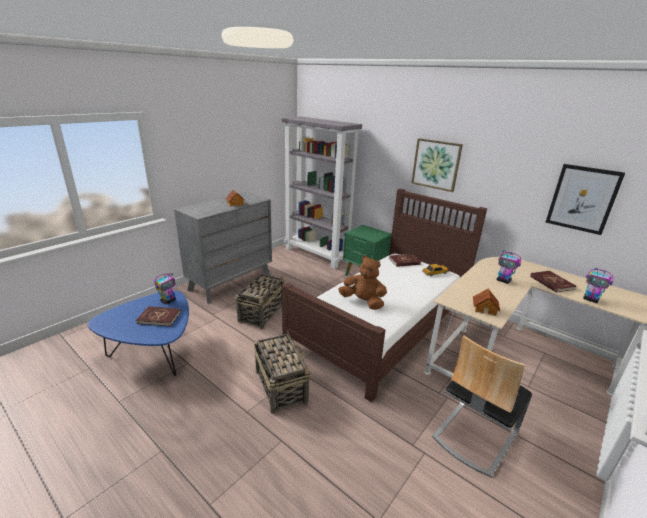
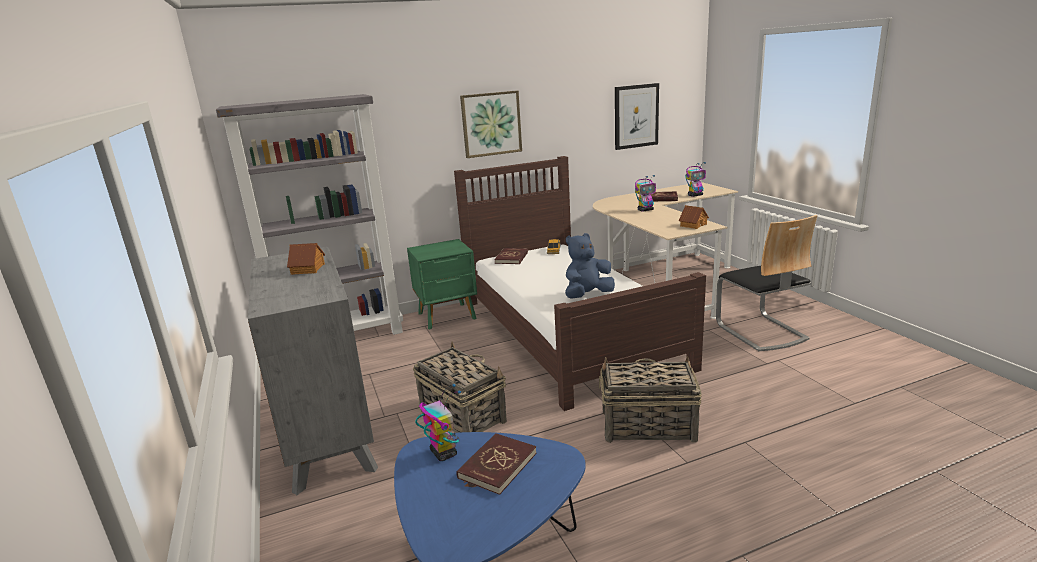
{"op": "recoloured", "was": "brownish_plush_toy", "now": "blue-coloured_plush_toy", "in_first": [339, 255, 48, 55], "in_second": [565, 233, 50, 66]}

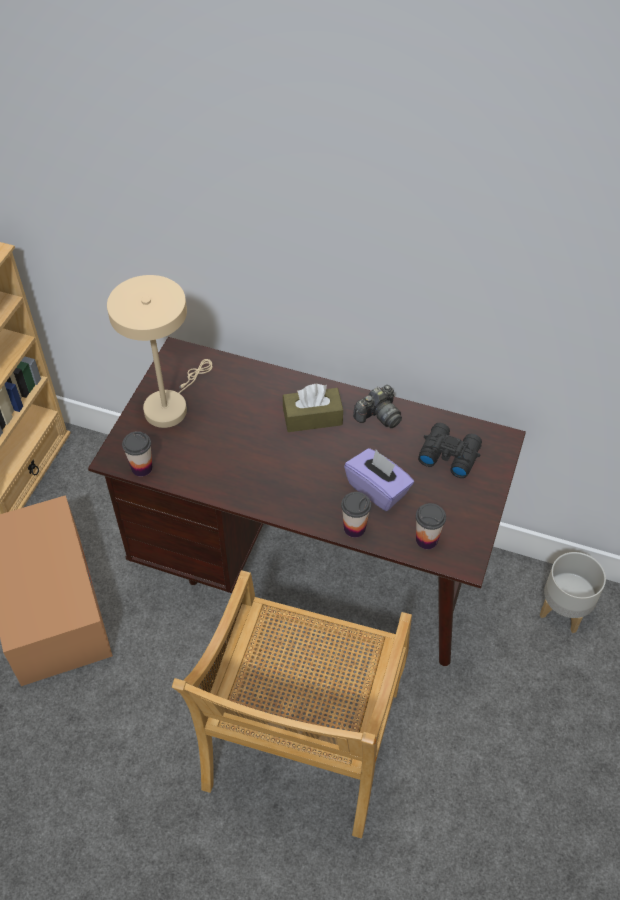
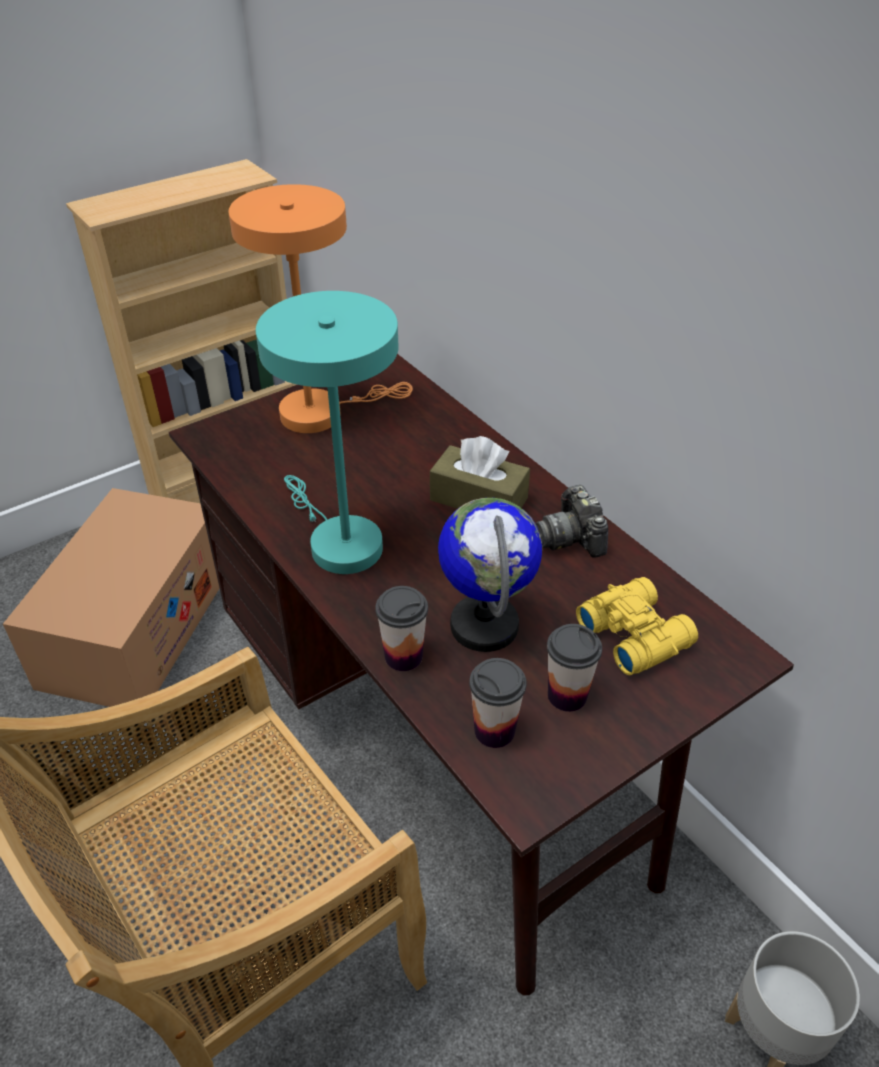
{"op": "recoloured", "was": "beige_table_lamp", "now": "orange-coloured_table_lamp", "in_first": [107, 275, 105, 153], "in_second": [229, 184, 184, 249]}
{"op": "turned", "was": "still_camera", "in_first": [353, 385, 49, 43], "in_second": [536, 485, 72, 72], "clockwise": 75}
{"op": "recoloured", "was": "black-coloured_binoculars", "now": "yellowish_binoculars", "in_first": [418, 423, 64, 55], "in_second": [576, 577, 122, 98]}
{"op": "moved", "was": "drinking_cup", "in_first": [122, 431, 30, 46], "in_second": [547, 624, 55, 88]}
{"op": "replaced", "was": "purple_box_of_tissues", "now": "world_globe", "in_first": [344, 448, 70, 63], "in_second": [438, 498, 104, 154]}
{"op": "added", "now": "blue-green_table_lamp", "in_second": [256, 291, 142, 283]}

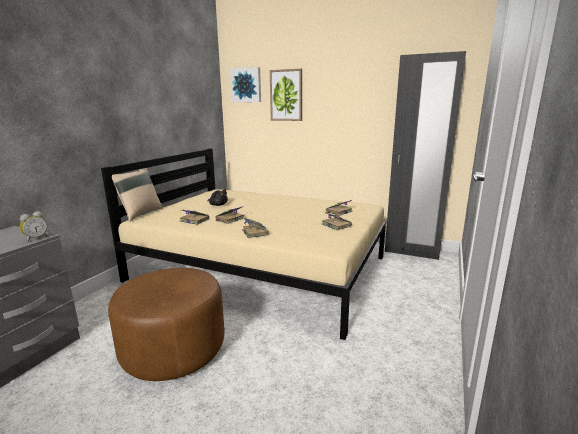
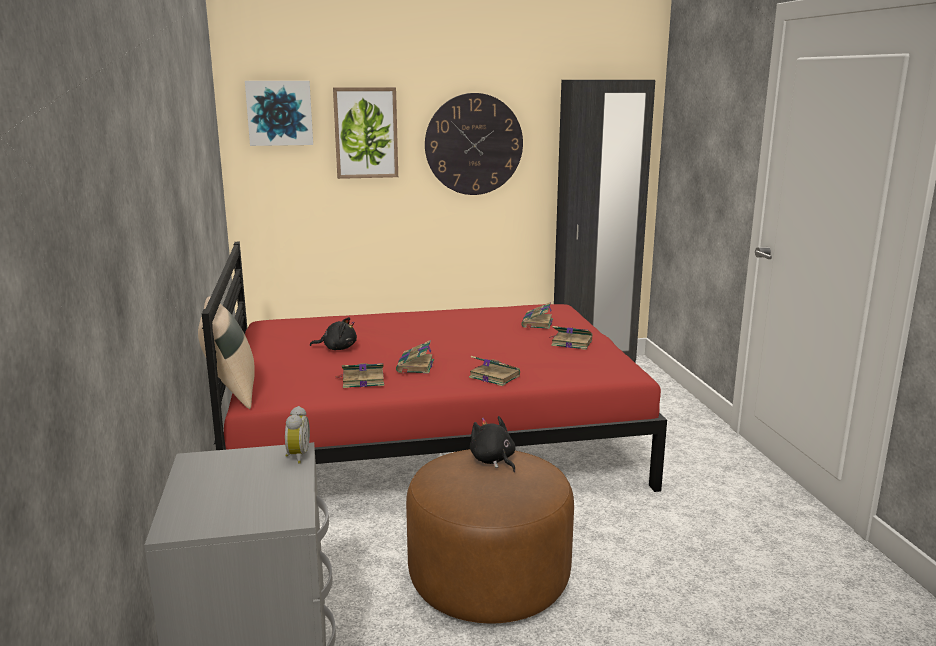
{"op": "recoloured", "was": "beige_bed", "now": "red_bed", "in_first": [101, 148, 285, 192], "in_second": [202, 242, 465, 250]}
{"op": "added", "now": "wall_clock", "in_second": [425, 93, 98, 102]}
{"op": "added", "now": "black-coloured_plush_toy", "in_second": [470, 416, 46, 56]}

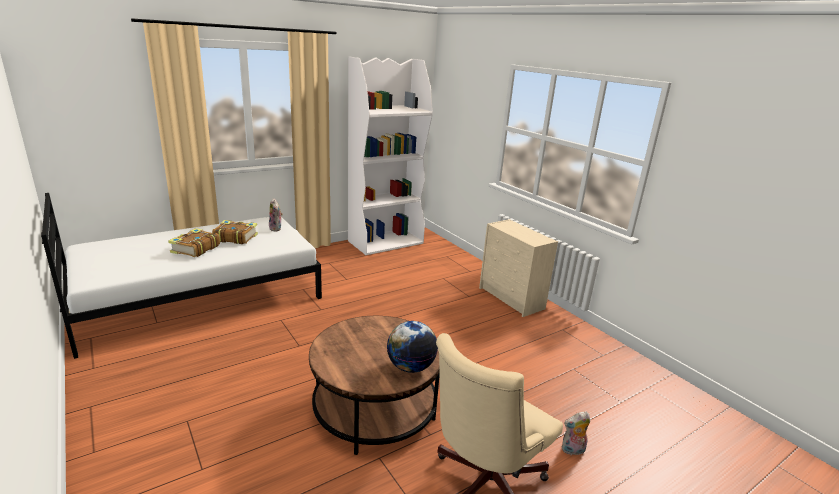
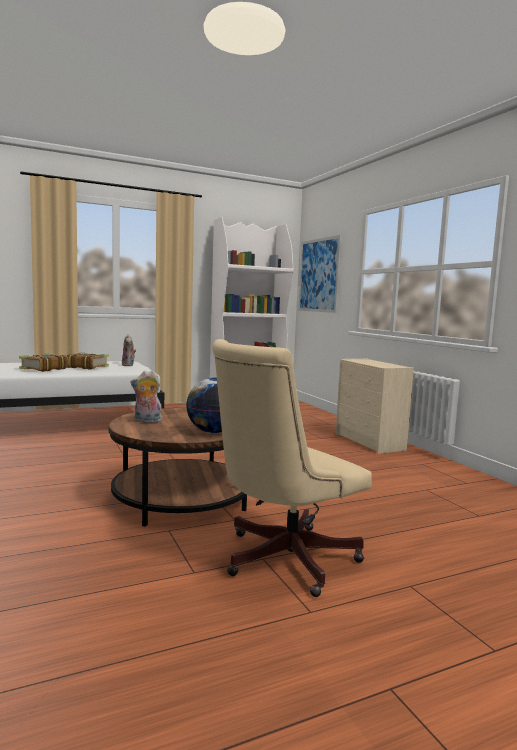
{"op": "moved", "was": "plush_toy", "in_first": [562, 411, 28, 44], "in_second": [130, 371, 32, 52]}
{"op": "added", "now": "wall_picture", "in_second": [298, 235, 43, 78]}

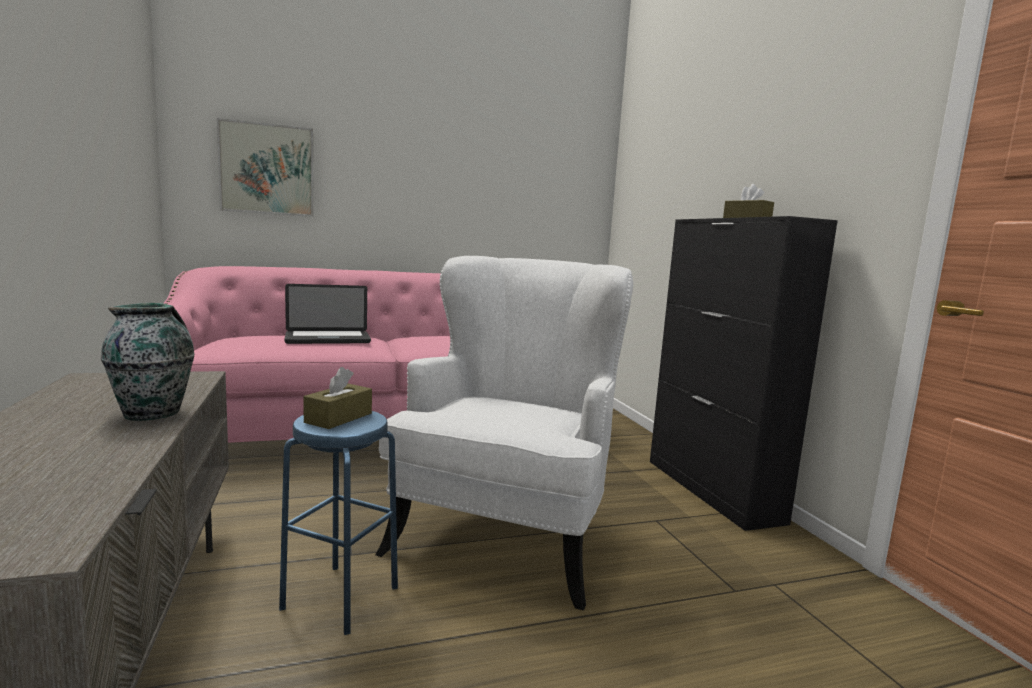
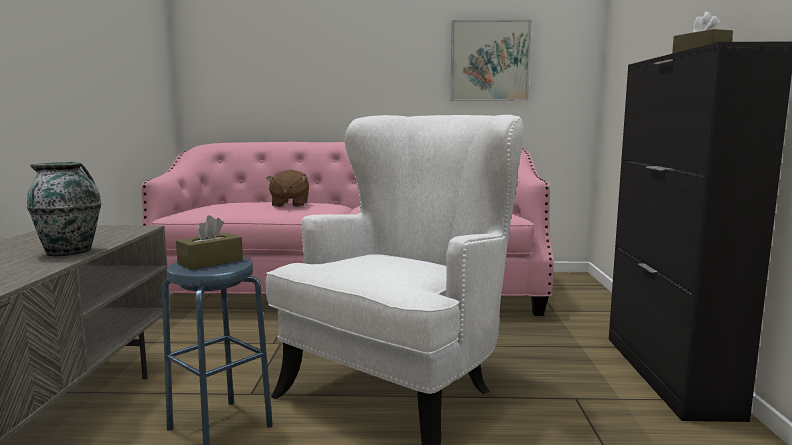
{"op": "moved", "was": "wall_picture", "in_first": [217, 118, 97, 99], "in_second": [450, 20, 82, 81]}
{"op": "replaced", "was": "portable_computer", "now": "brownish_plush_toy", "in_first": [284, 284, 87, 60], "in_second": [266, 169, 43, 38]}

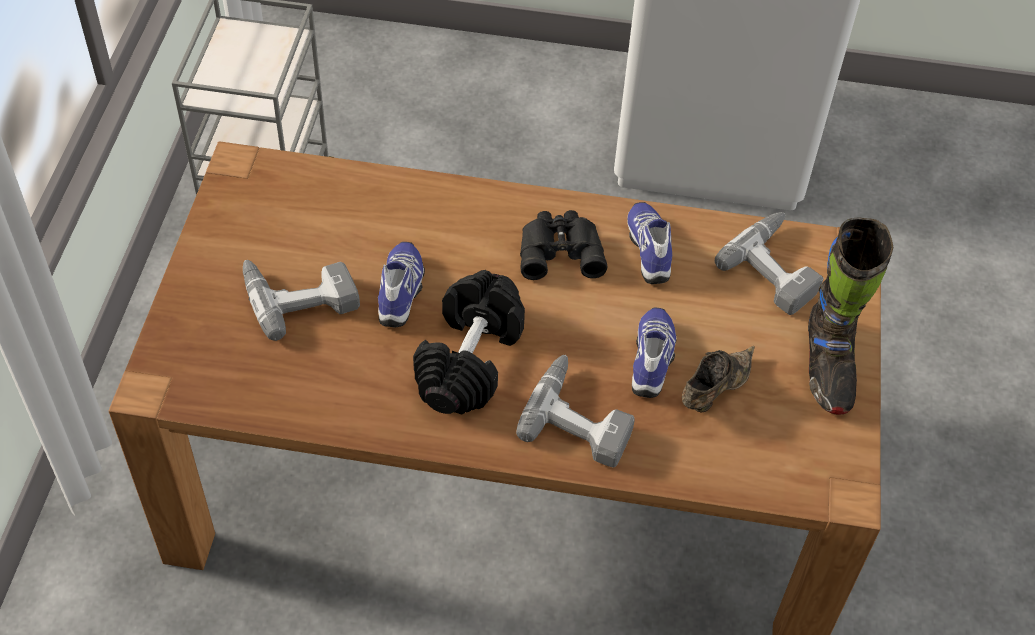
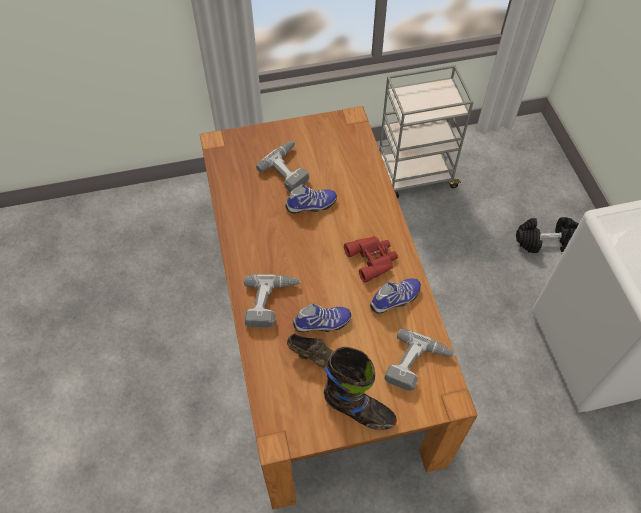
{"op": "recoloured", "was": "black-coloured_binoculars", "now": "red_binoculars", "in_first": [520, 210, 87, 70], "in_second": [344, 236, 54, 47]}
{"op": "turned", "was": "black-coloured_boot", "in_first": [808, 217, 85, 198], "in_second": [324, 347, 73, 83], "clockwise": -135}
{"op": "moved", "was": "black-coloured_dumbbell", "in_first": [413, 270, 112, 144], "in_second": [516, 217, 63, 36]}

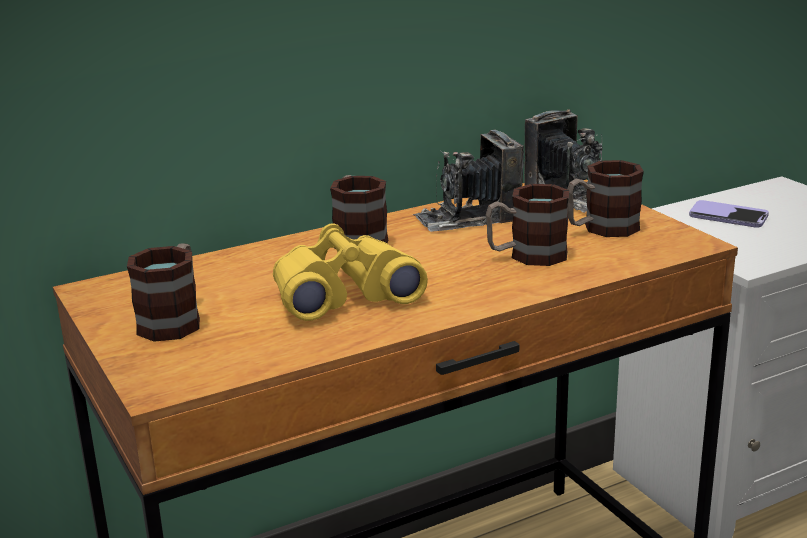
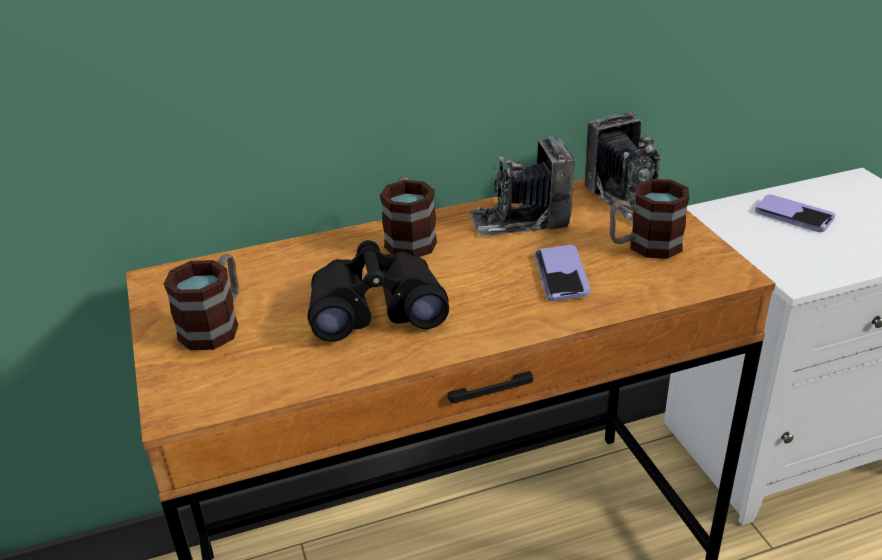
{"op": "replaced", "was": "tea_mug", "now": "telephone", "in_first": [486, 184, 83, 82], "in_second": [535, 245, 56, 56]}
{"op": "recoloured", "was": "yellowish_binoculars", "now": "black-coloured_binoculars", "in_first": [273, 224, 155, 97], "in_second": [308, 240, 141, 102]}

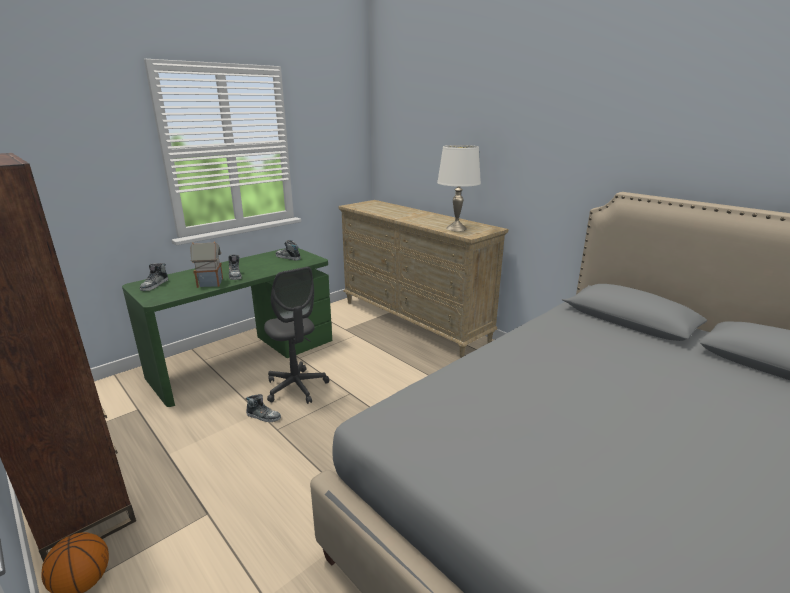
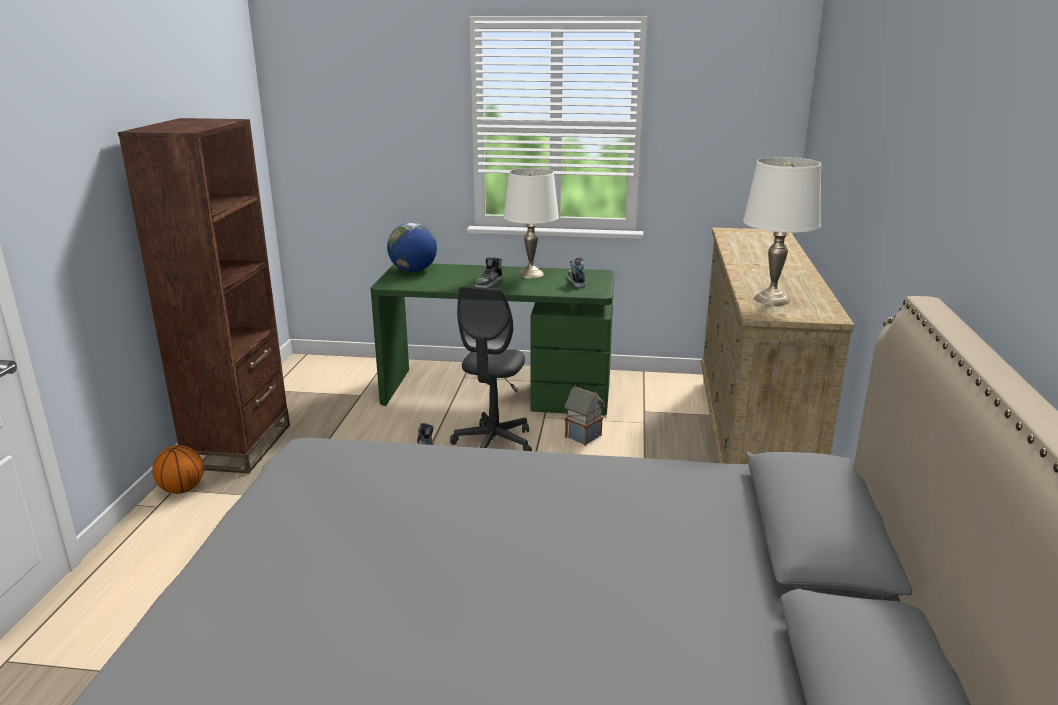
{"op": "moved", "was": "miniature_house", "in_first": [190, 241, 33, 47], "in_second": [564, 385, 41, 61]}
{"op": "replaced", "was": "shoe", "now": "world_globe", "in_first": [140, 263, 28, 28], "in_second": [387, 223, 50, 49]}
{"op": "added", "now": "white_table_lamp", "in_second": [503, 168, 56, 111]}

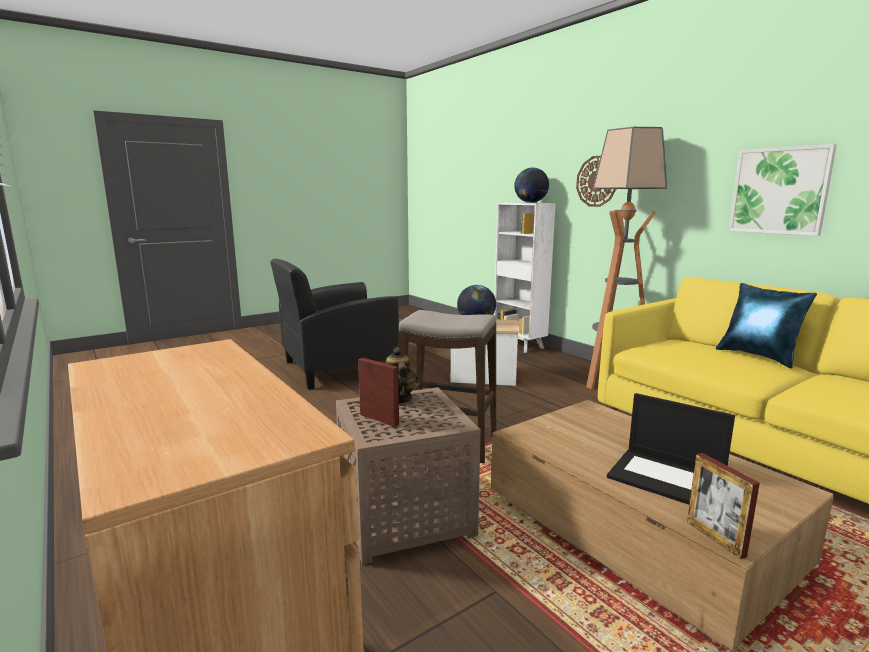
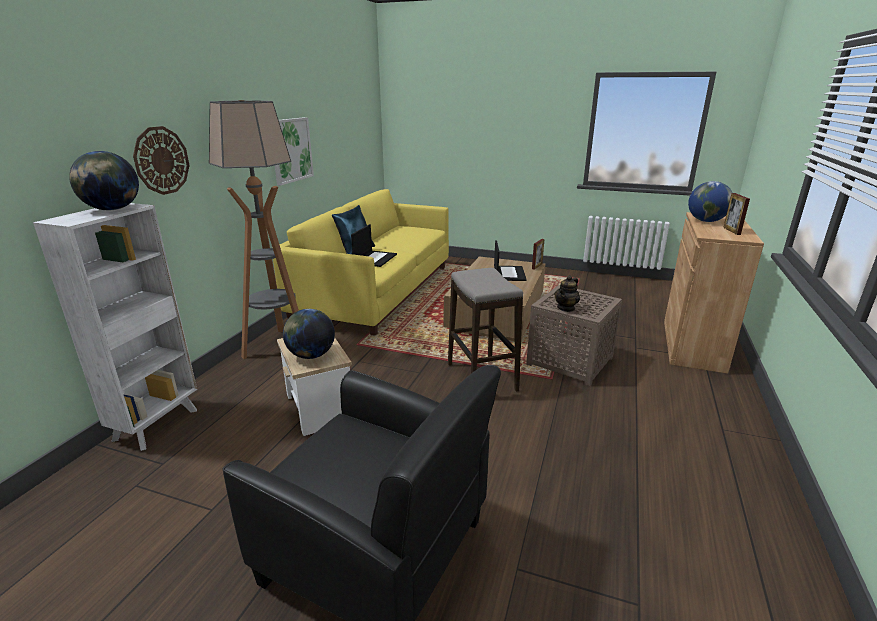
{"op": "moved", "was": "photo_frame", "in_first": [358, 358, 41, 69], "in_second": [723, 193, 27, 42]}
{"op": "added", "now": "world_globe", "in_second": [688, 181, 44, 41]}
{"op": "added", "now": "portable_computer", "in_second": [351, 224, 46, 43]}

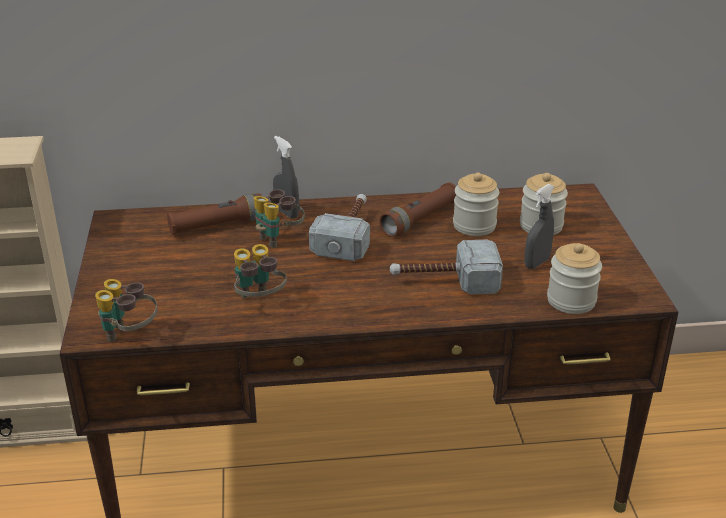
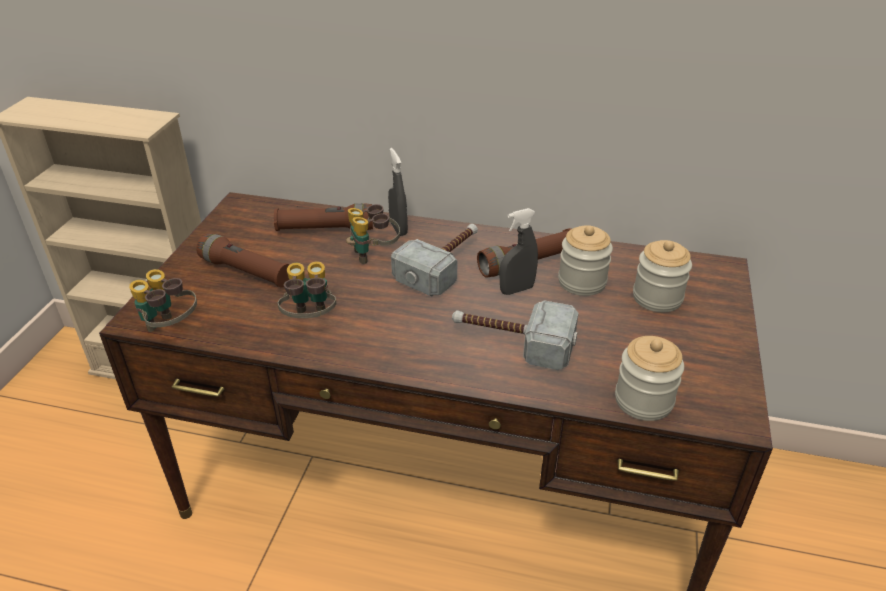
{"op": "moved", "was": "grey_sprayer", "in_first": [524, 184, 30, 85], "in_second": [499, 208, 39, 87]}
{"op": "added", "now": "brownish_flashlight", "in_second": [196, 233, 94, 55]}

